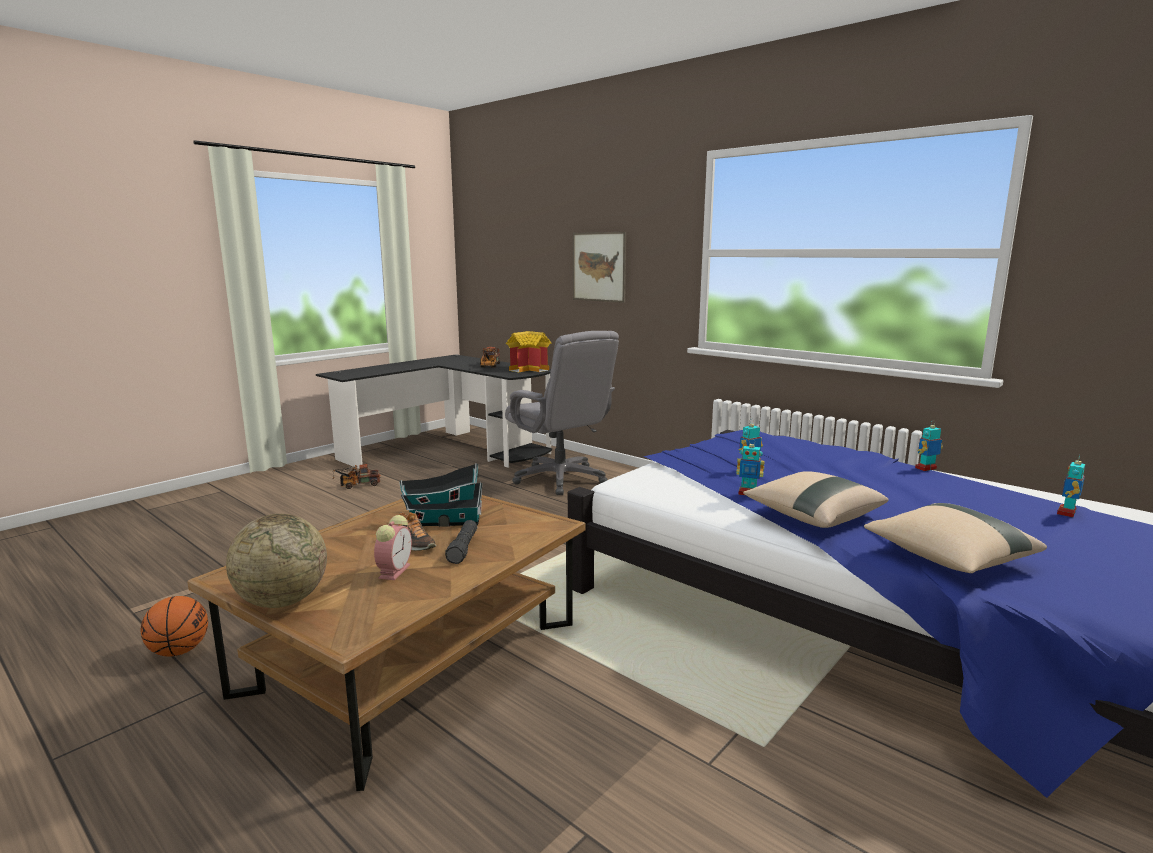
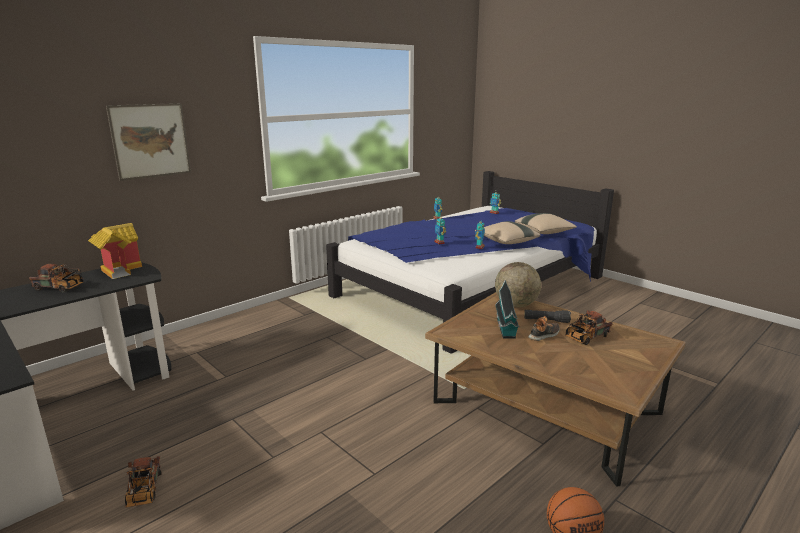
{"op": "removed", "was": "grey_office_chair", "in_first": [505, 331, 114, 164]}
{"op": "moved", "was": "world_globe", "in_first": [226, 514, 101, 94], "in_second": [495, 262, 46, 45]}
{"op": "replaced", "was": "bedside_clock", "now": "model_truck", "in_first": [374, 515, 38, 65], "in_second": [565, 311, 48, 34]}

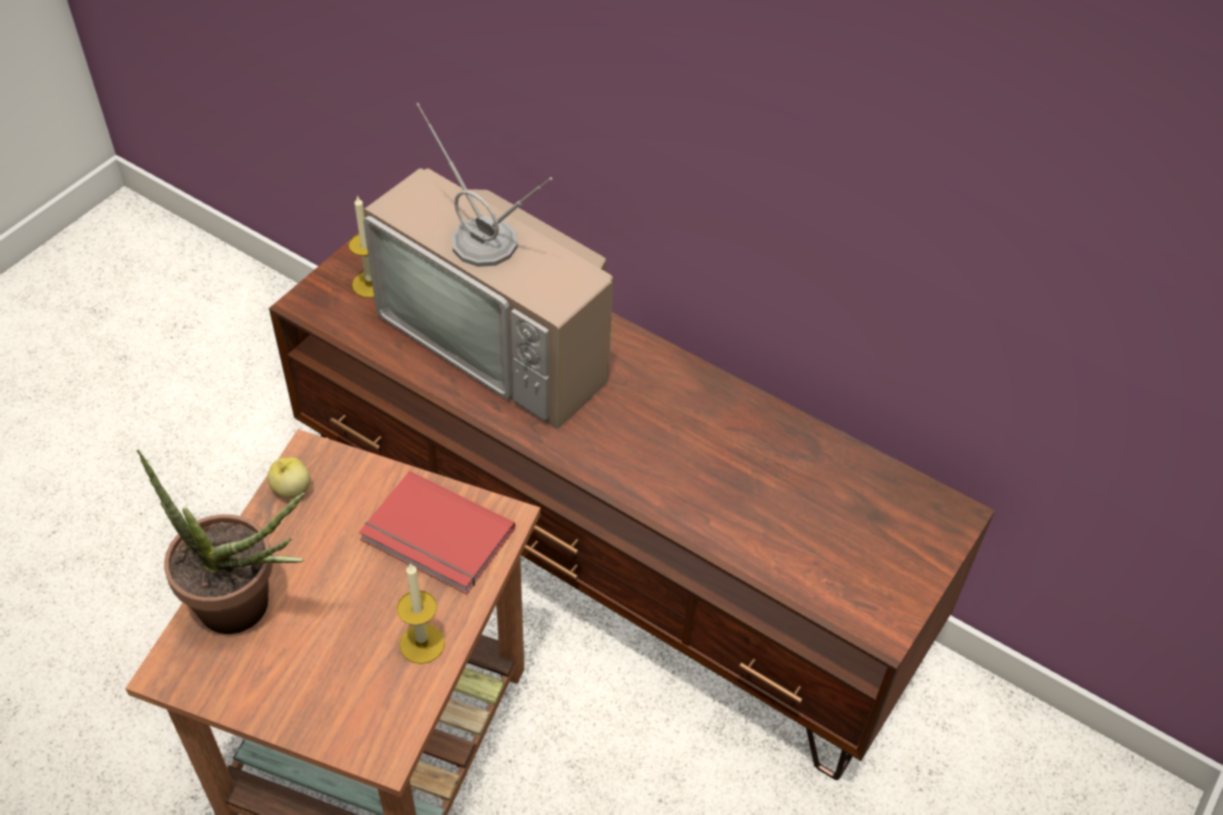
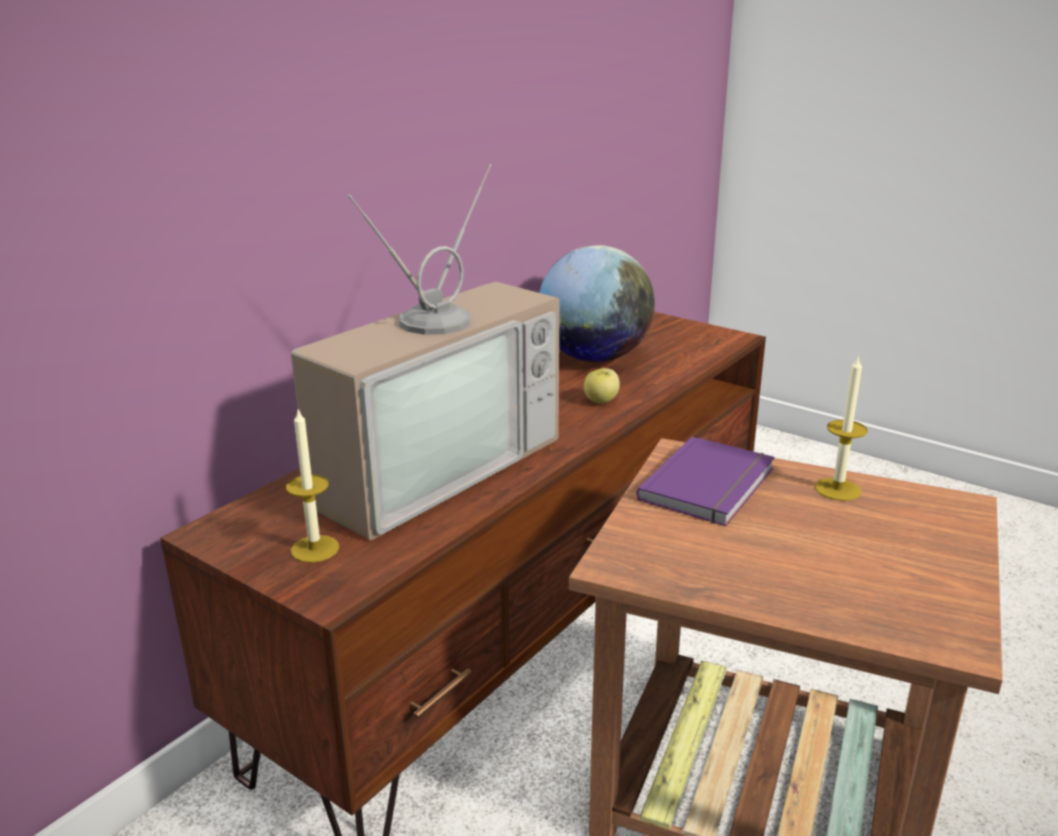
{"op": "removed", "was": "potted_plant", "in_first": [137, 449, 168, 185]}
{"op": "moved", "was": "apple_fruit", "in_first": [267, 457, 44, 41], "in_second": [584, 368, 36, 36]}
{"op": "recoloured", "was": "red_book", "now": "purple_book", "in_first": [359, 471, 156, 123], "in_second": [636, 436, 139, 90]}
{"op": "added", "now": "world_globe", "in_second": [540, 245, 115, 117]}

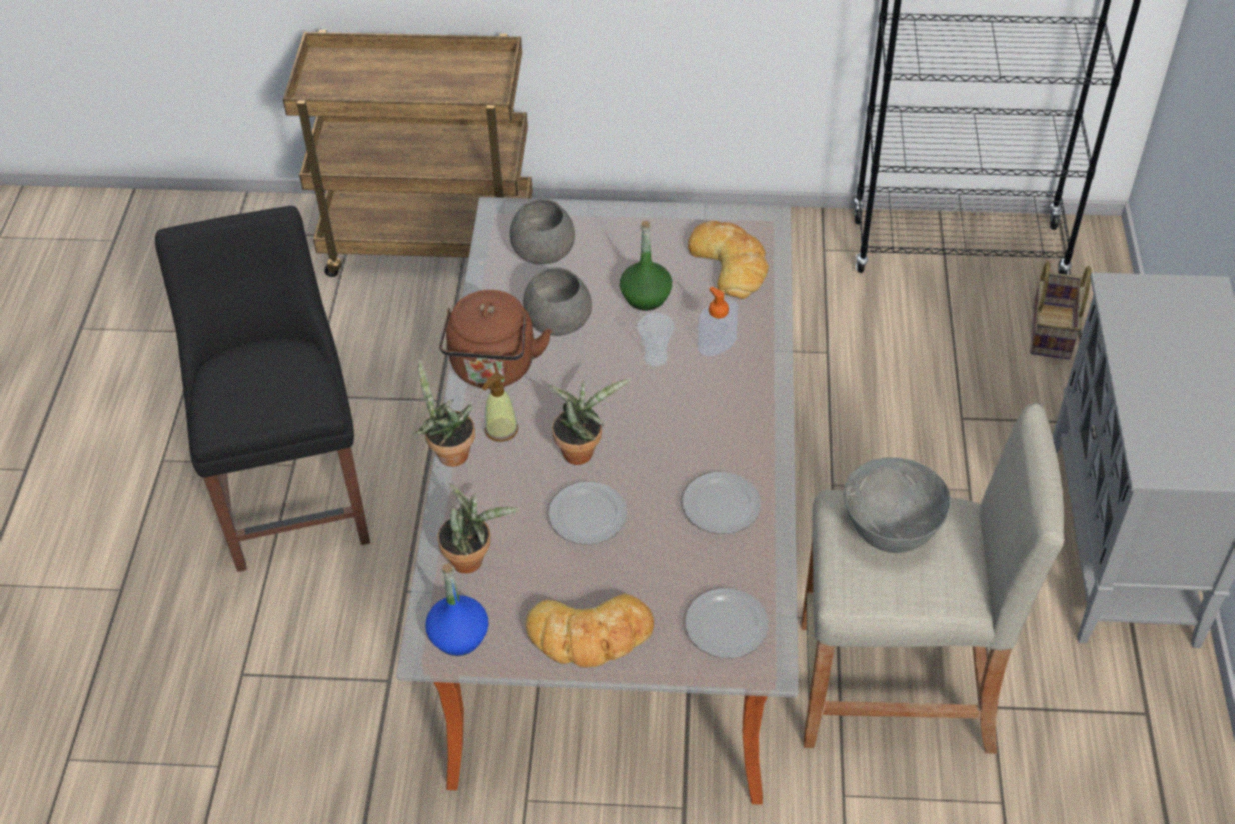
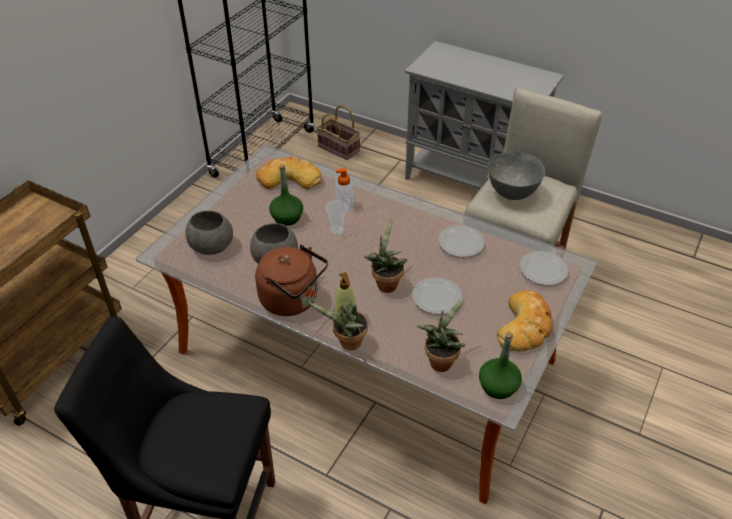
{"op": "recoloured", "was": "blue-coloured_bottle", "now": "green_bottle", "in_first": [425, 563, 64, 93], "in_second": [479, 332, 43, 67]}

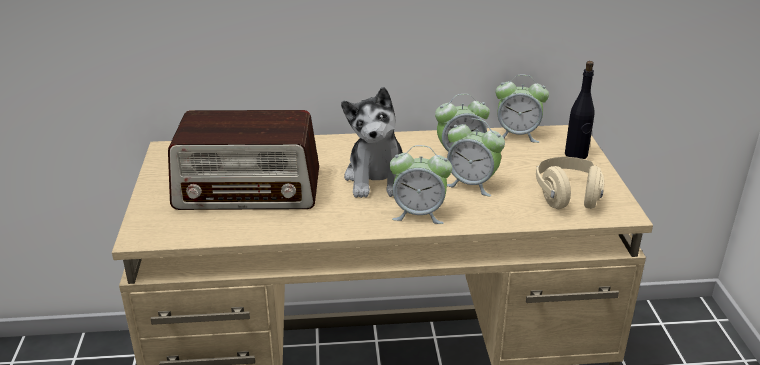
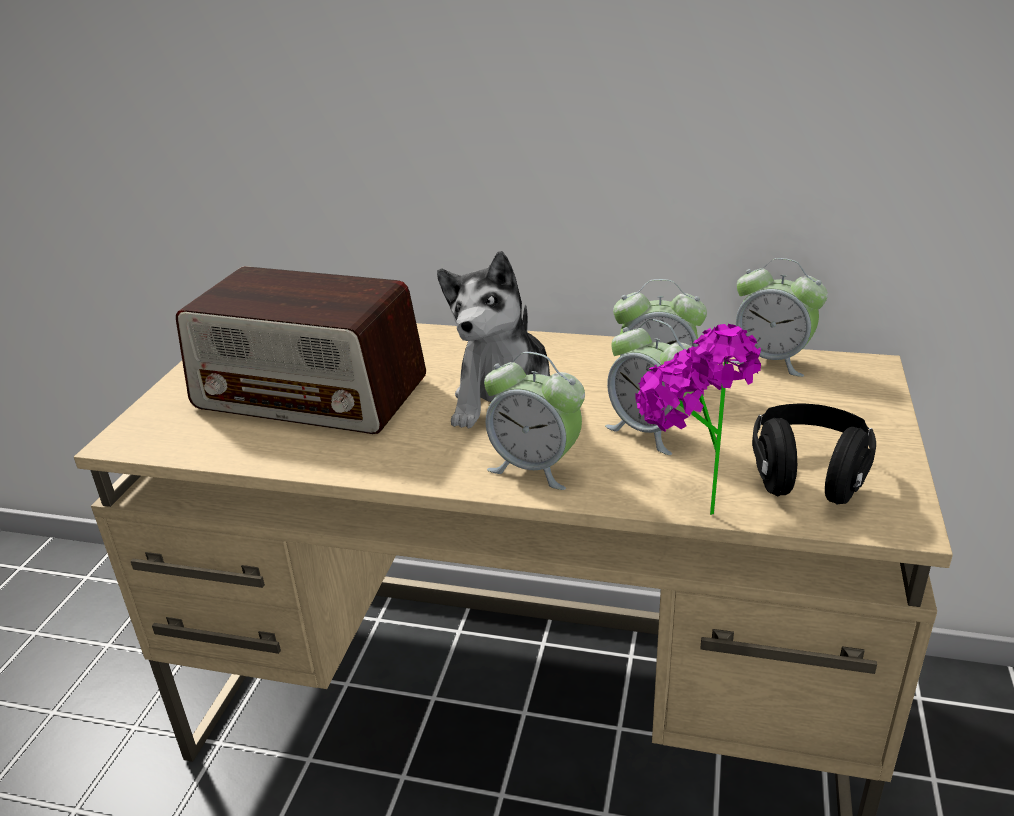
{"op": "removed", "was": "black-coloured_bottle", "in_first": [565, 61, 30, 98]}
{"op": "recoloured", "was": "beige_headphones", "now": "black-coloured_headphones", "in_first": [536, 157, 68, 52], "in_second": [752, 404, 124, 101]}
{"op": "added", "now": "potted_plant", "in_second": [635, 324, 126, 191]}

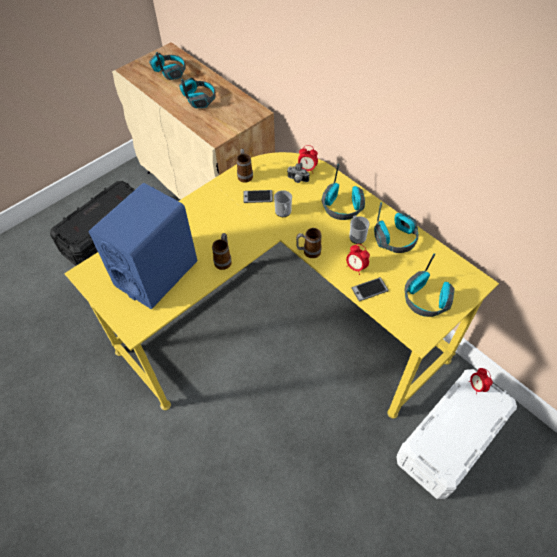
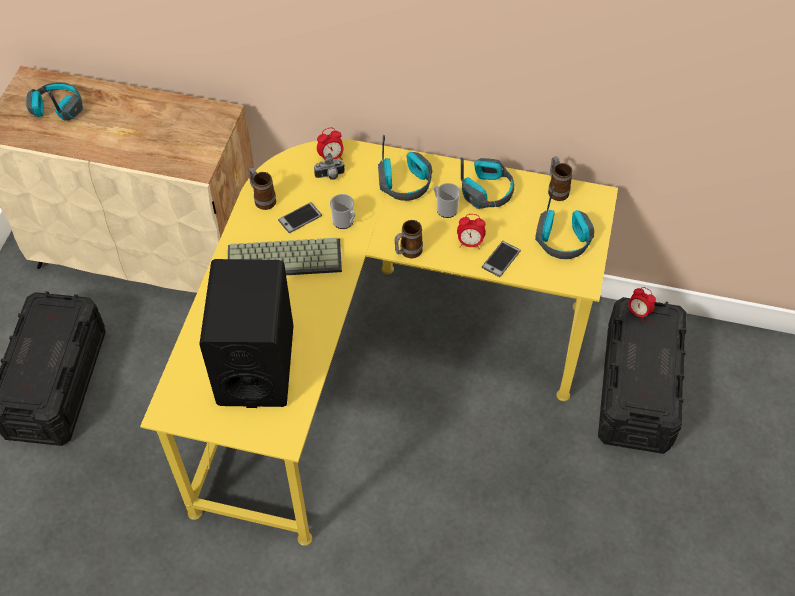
{"op": "removed", "was": "headphones", "in_first": [179, 78, 37, 31]}
{"op": "recoloured", "was": "blue-coloured_loudspeaker", "now": "black-coloured_loudspeaker", "in_first": [89, 183, 109, 126], "in_second": [199, 259, 94, 149]}
{"op": "moved", "was": "tea_mug", "in_first": [212, 233, 20, 37], "in_second": [548, 156, 25, 45]}
{"op": "recoloured", "was": "white_storage_bin", "now": "black-coloured_storage_bin", "in_first": [397, 369, 120, 130], "in_second": [598, 297, 89, 157]}
{"op": "added", "now": "computer_keyboard", "in_second": [228, 238, 114, 37]}

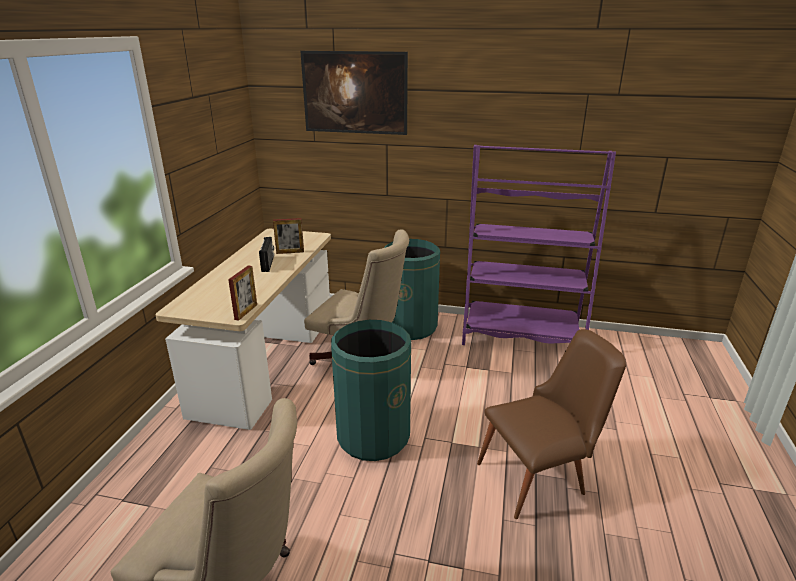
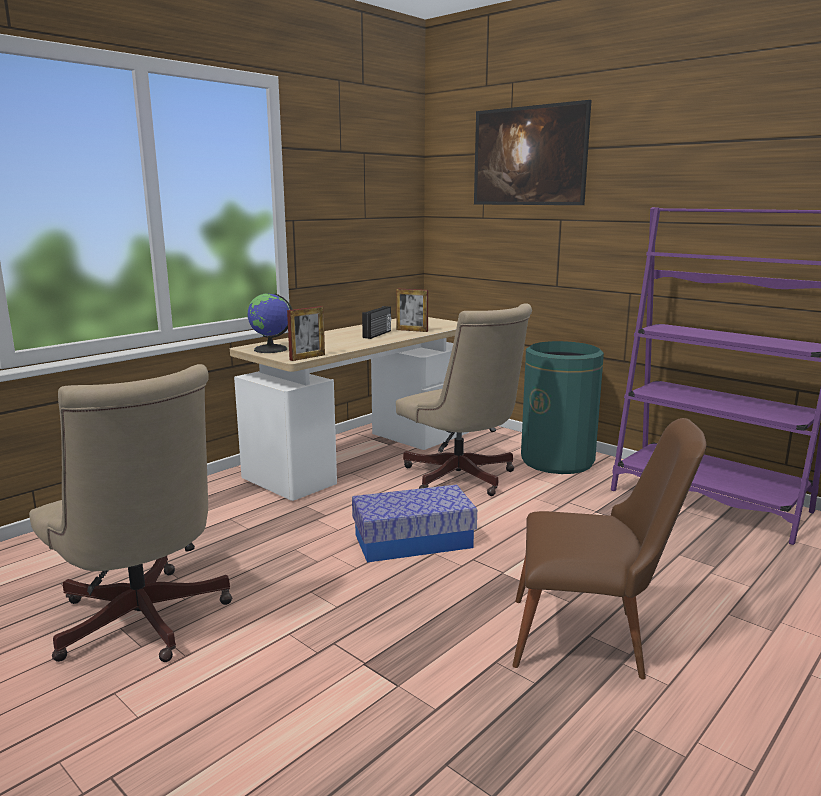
{"op": "replaced", "was": "green_trash_can", "now": "storage_bin", "in_first": [331, 320, 80, 141], "in_second": [352, 485, 125, 77]}
{"op": "added", "now": "world_globe", "in_second": [247, 293, 46, 60]}

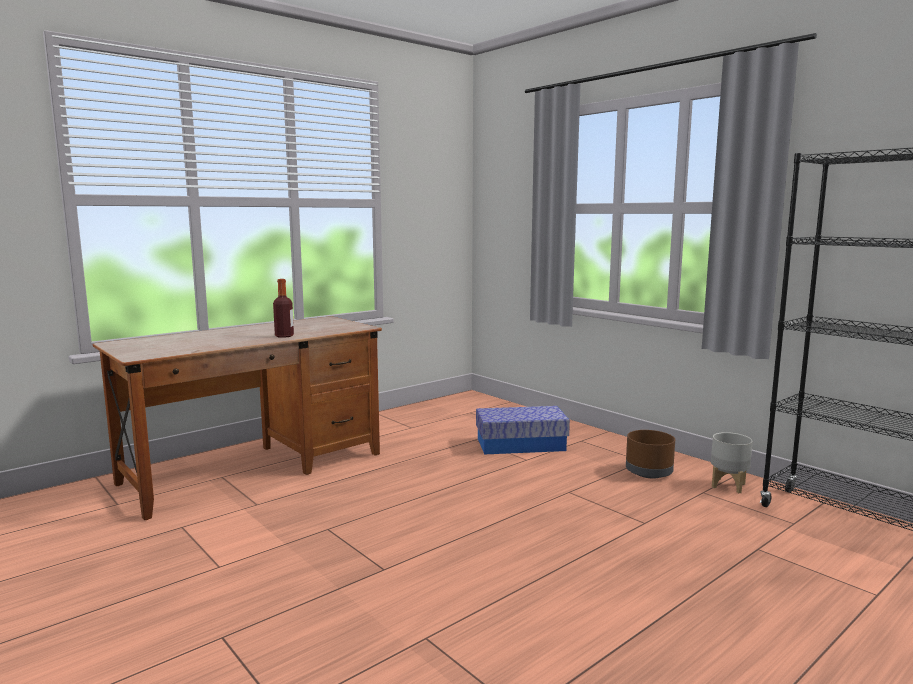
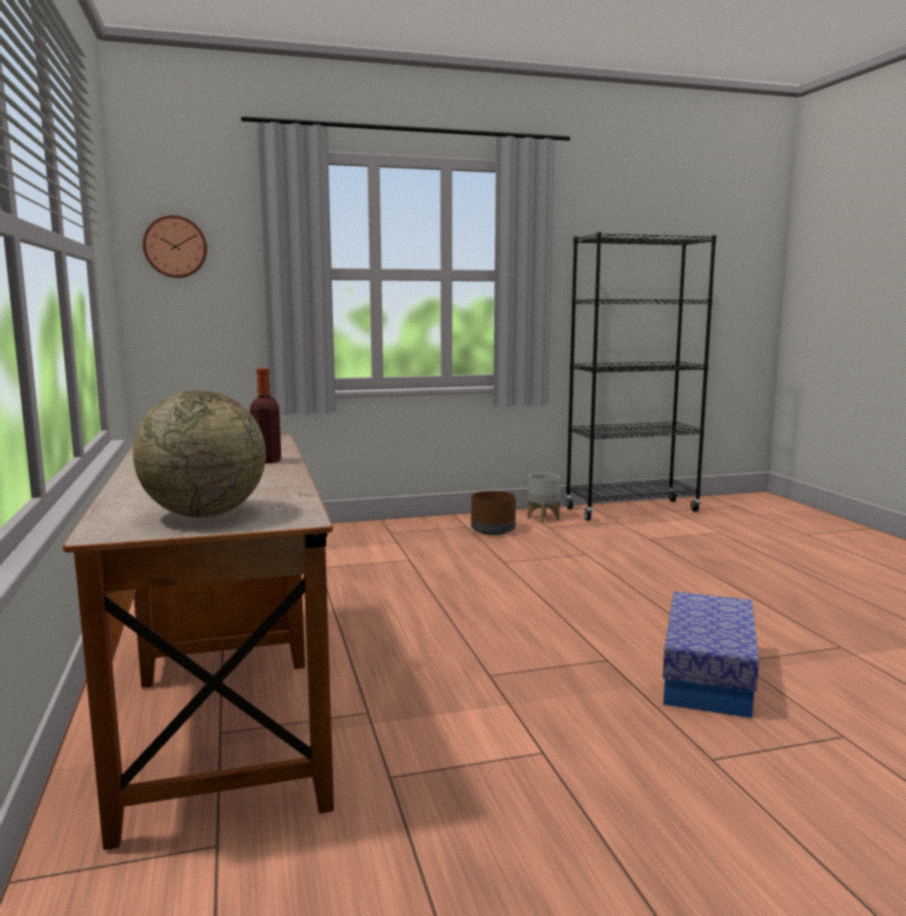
{"op": "moved", "was": "storage_bin", "in_first": [476, 406, 94, 48], "in_second": [663, 591, 96, 127]}
{"op": "added", "now": "wall_clock", "in_second": [143, 215, 64, 63]}
{"op": "added", "now": "world_globe", "in_second": [133, 391, 133, 126]}

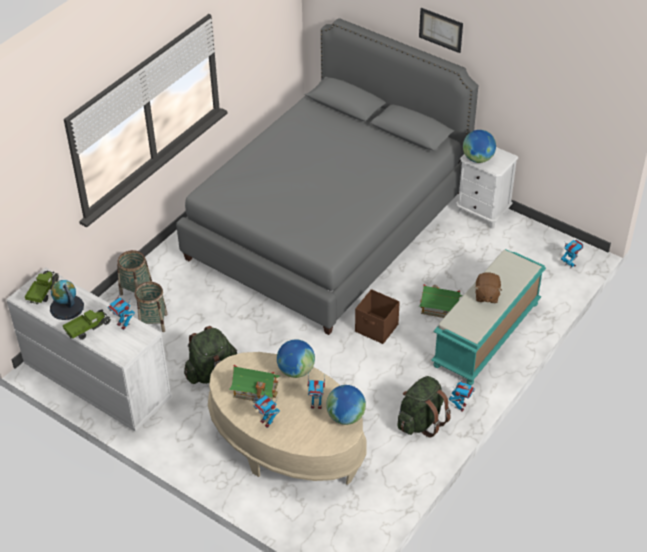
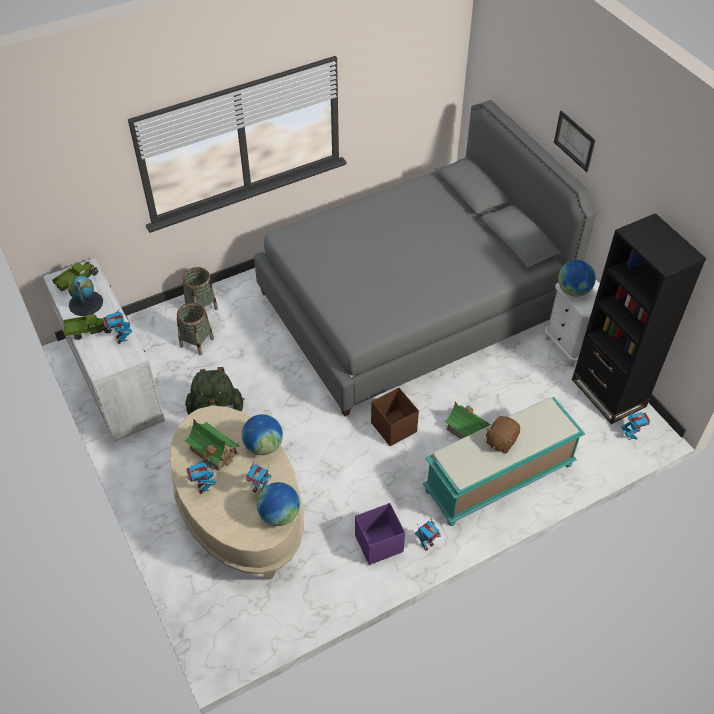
{"op": "replaced", "was": "green_backpack", "now": "purple_storage_bin", "in_first": [397, 376, 54, 62], "in_second": [355, 503, 50, 62]}
{"op": "added", "now": "black-coloured_bookcase", "in_second": [572, 213, 134, 211]}

